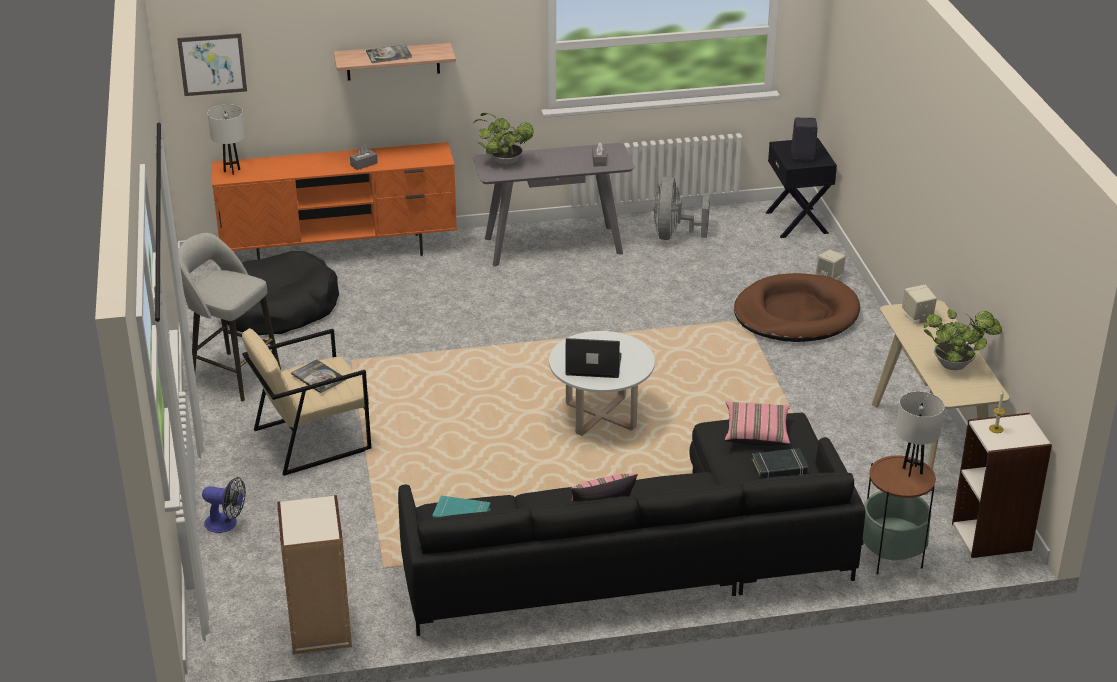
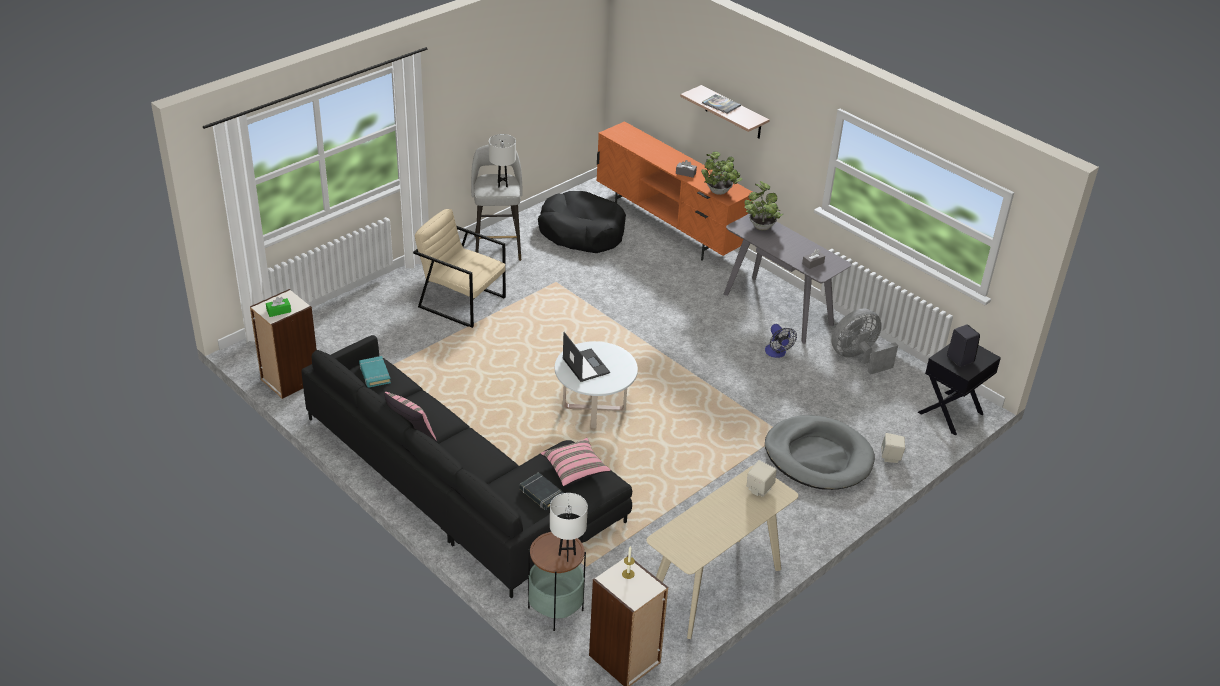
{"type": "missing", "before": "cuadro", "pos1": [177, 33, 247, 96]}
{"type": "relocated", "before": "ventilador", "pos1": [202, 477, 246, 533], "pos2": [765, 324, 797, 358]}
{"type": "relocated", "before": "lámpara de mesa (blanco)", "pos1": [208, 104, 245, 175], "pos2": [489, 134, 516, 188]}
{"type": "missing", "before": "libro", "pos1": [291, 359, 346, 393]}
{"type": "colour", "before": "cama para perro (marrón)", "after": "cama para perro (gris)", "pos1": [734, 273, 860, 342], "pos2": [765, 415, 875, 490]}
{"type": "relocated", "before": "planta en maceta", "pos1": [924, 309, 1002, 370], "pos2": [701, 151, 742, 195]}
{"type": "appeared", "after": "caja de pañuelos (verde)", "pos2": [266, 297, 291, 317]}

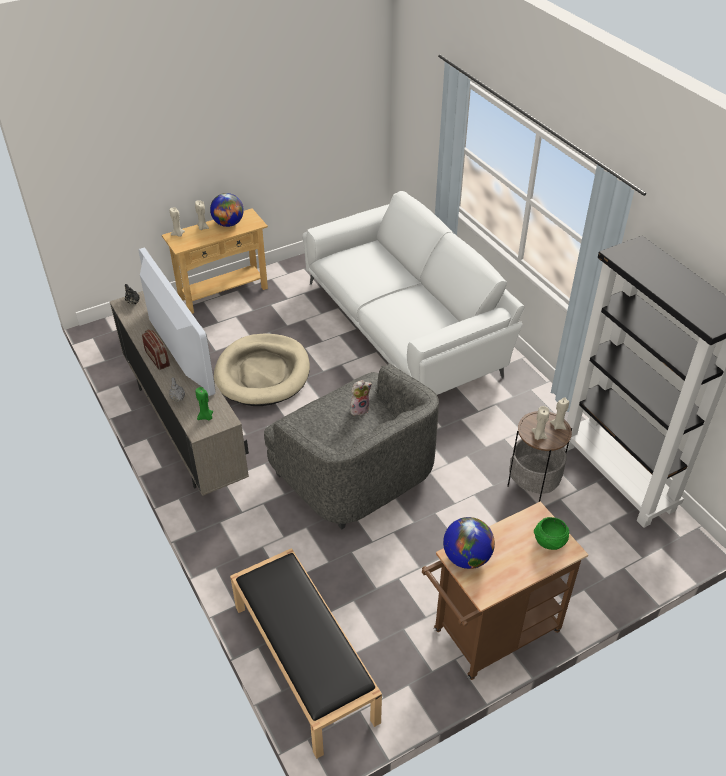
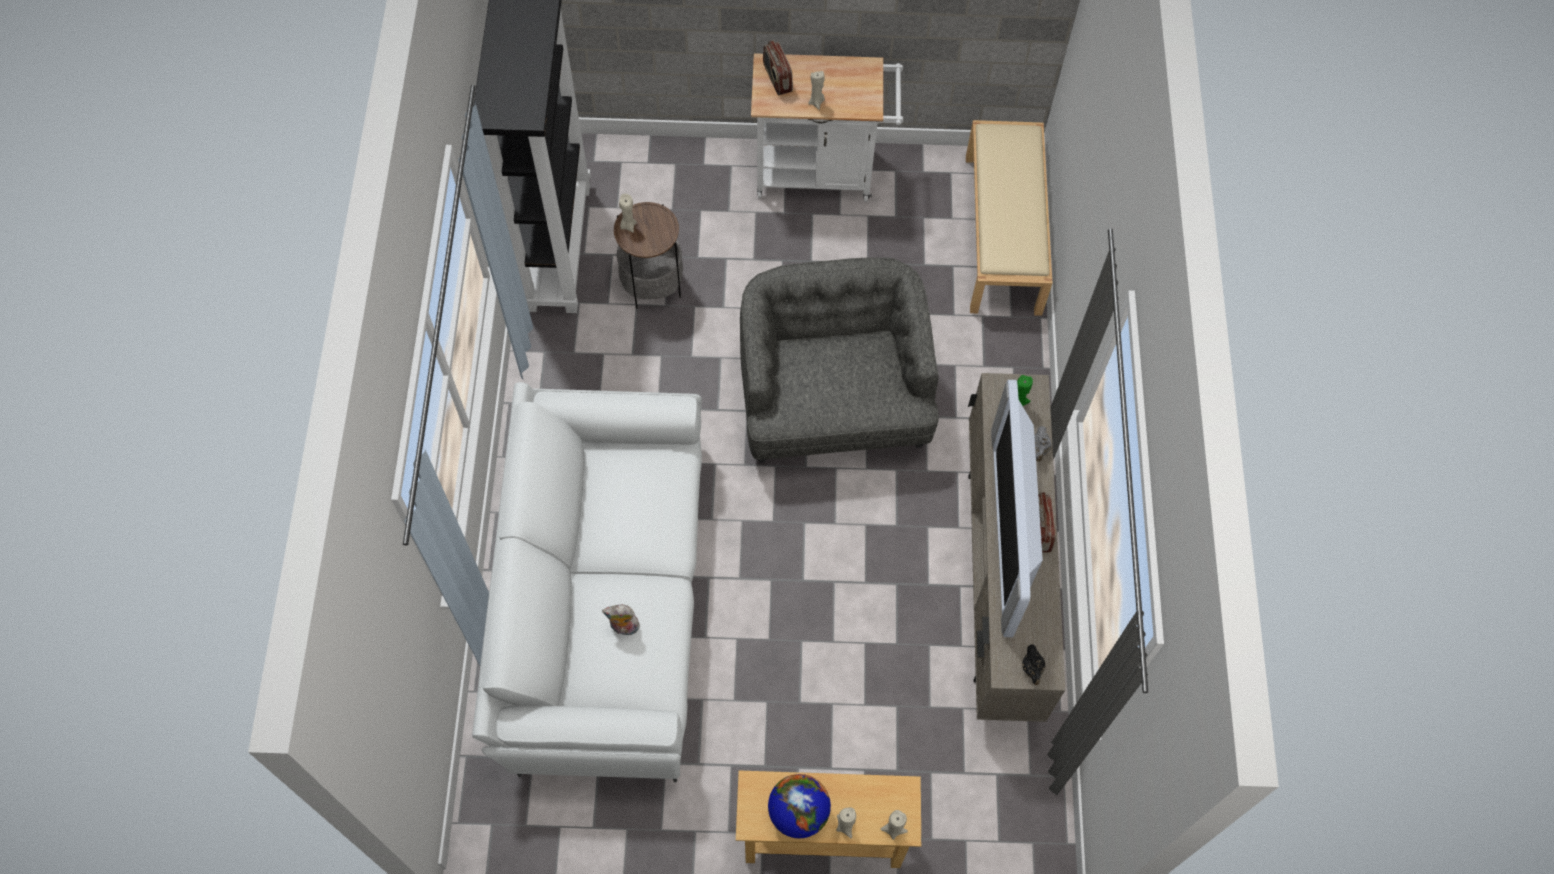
{"type": "missing", "before": "cama para perro (beis)", "pos1": [214, 333, 310, 406]}
{"type": "colour", "before": "banco (negro)", "after": "banco (beis)", "pos1": [230, 548, 382, 759], "pos2": [966, 120, 1052, 316]}
{"type": "relocated", "before": "peluche", "pos1": [350, 380, 372, 416], "pos2": [602, 605, 640, 636]}
{"type": "colour", "before": "carrito (marrón)", "after": "carrito (blanco)", "pos1": [422, 502, 589, 680], "pos2": [751, 53, 903, 202]}
{"type": "missing", "before": "globo terráqueo", "pos1": [443, 517, 495, 569]}
{"type": "relocated", "before": "vela (beis)", "pos1": [532, 406, 549, 440], "pos2": [808, 71, 825, 110]}
{"type": "exchanged", "before": "cuenco (verde)", "after": "radio", "pos1": [534, 517, 569, 550], "pos2": [763, 41, 793, 96]}

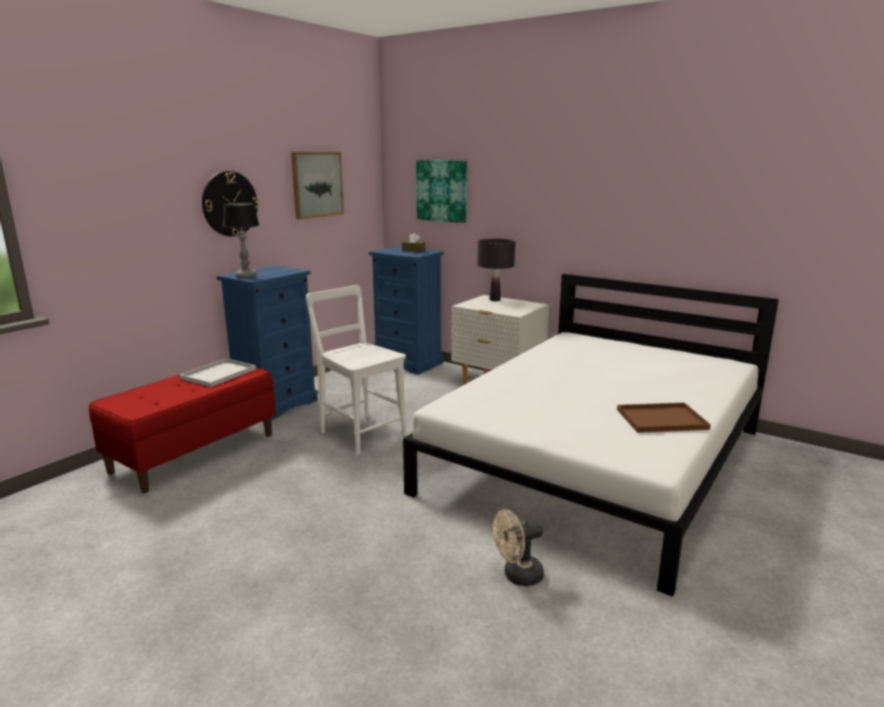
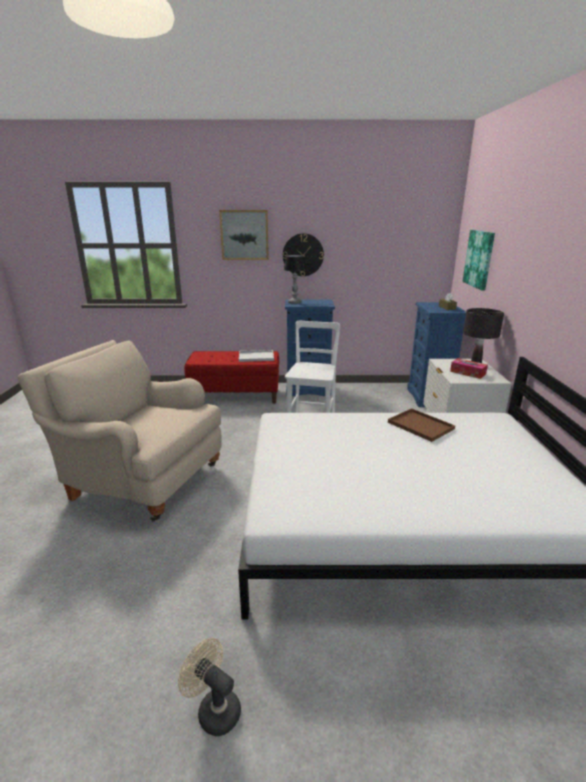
{"type": "relocated", "before": "cuadro", "pos1": [291, 152, 344, 219], "pos2": [219, 210, 269, 260]}
{"type": "relocated", "before": "ventilador (beis)", "pos1": [493, 509, 544, 586], "pos2": [178, 638, 241, 736]}
{"type": "relocated", "before": "bandeja (marrón)", "pos1": [617, 403, 711, 433], "pos2": [388, 408, 455, 442]}
{"type": "appeared", "after": "sillón (beis)", "pos2": [18, 340, 222, 522]}
{"type": "appeared", "after": "caja de pañuelos", "pos2": [450, 358, 488, 379]}

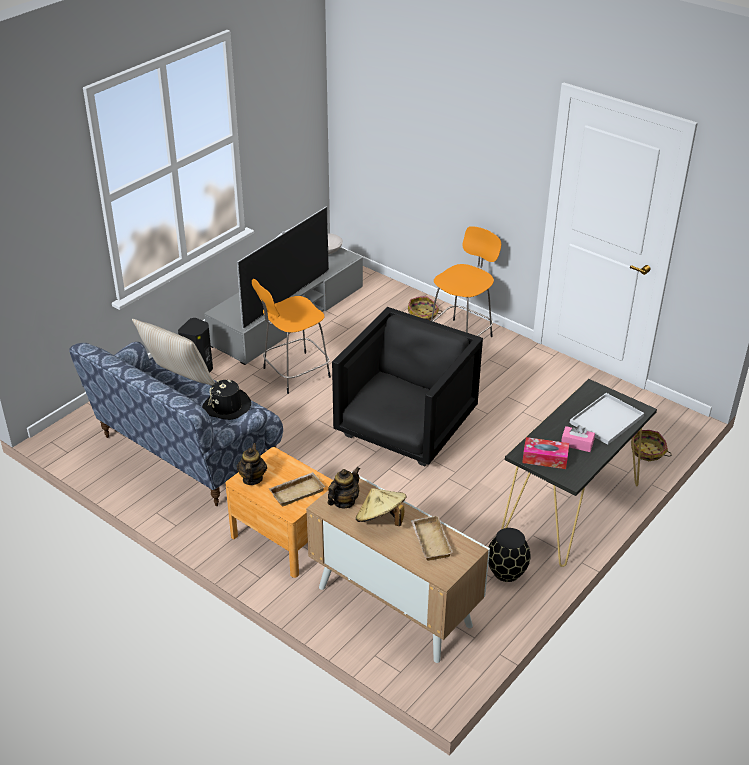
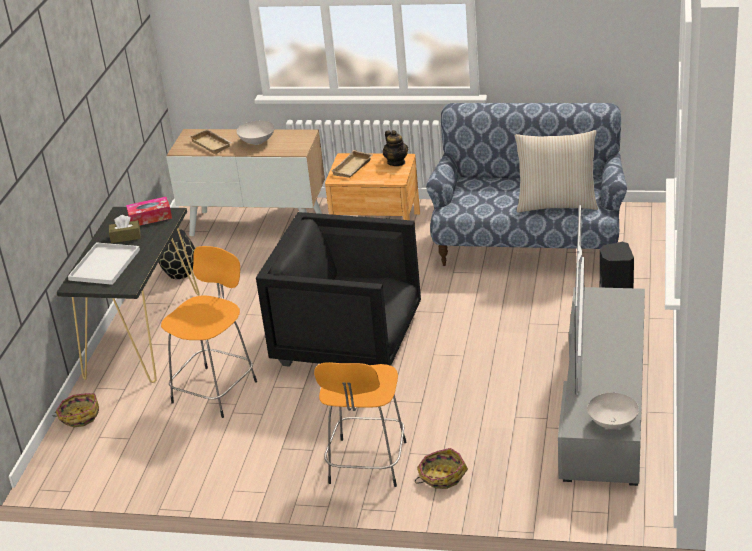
{"type": "missing", "before": "sombrero (negro)", "pos1": [202, 380, 251, 420]}
{"type": "relocated", "before": "taburete (naranja)", "pos1": [252, 279, 331, 394], "pos2": [161, 246, 257, 418]}
{"type": "missing", "before": "tetera", "pos1": [328, 467, 360, 509]}
{"type": "spun", "before": "sillón (negro)", "pos1": [332, 307, 483, 466], "pos2": [256, 212, 421, 367], "turn": 105}
{"type": "exchanged", "before": "sombrero (beis)", "after": "cuenco (blanco)", "pos1": [356, 488, 407, 526], "pos2": [236, 121, 275, 145]}
{"type": "colour", "before": "caja de pañuelos (rosa)", "after": "caja de pañuelos (marrón)", "pos1": [561, 425, 595, 452], "pos2": [109, 215, 141, 243]}

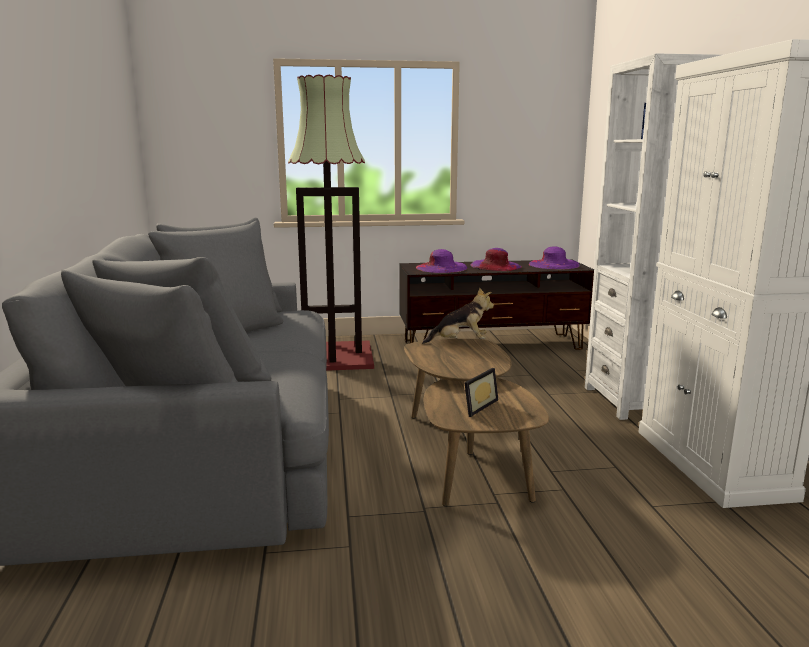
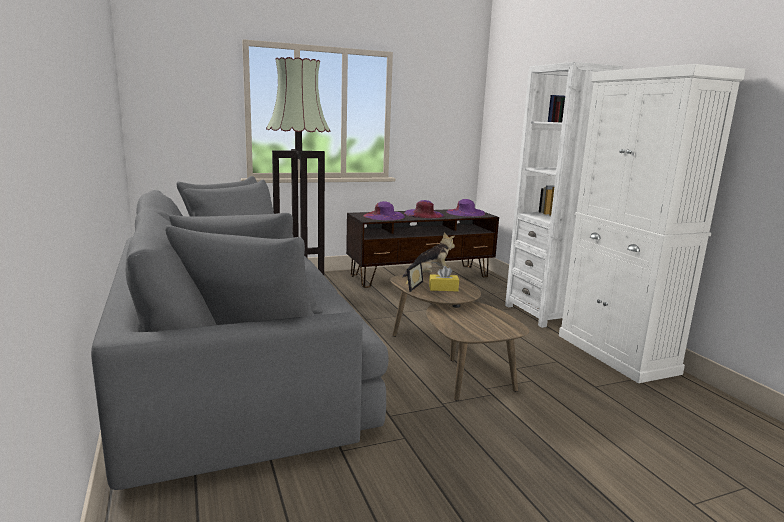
{"type": "relocated", "before": "portarretratos", "pos1": [464, 368, 498, 417], "pos2": [406, 261, 423, 292]}
{"type": "appeared", "after": "caja de pañuelos (amarillo)", "pos2": [429, 266, 459, 291]}

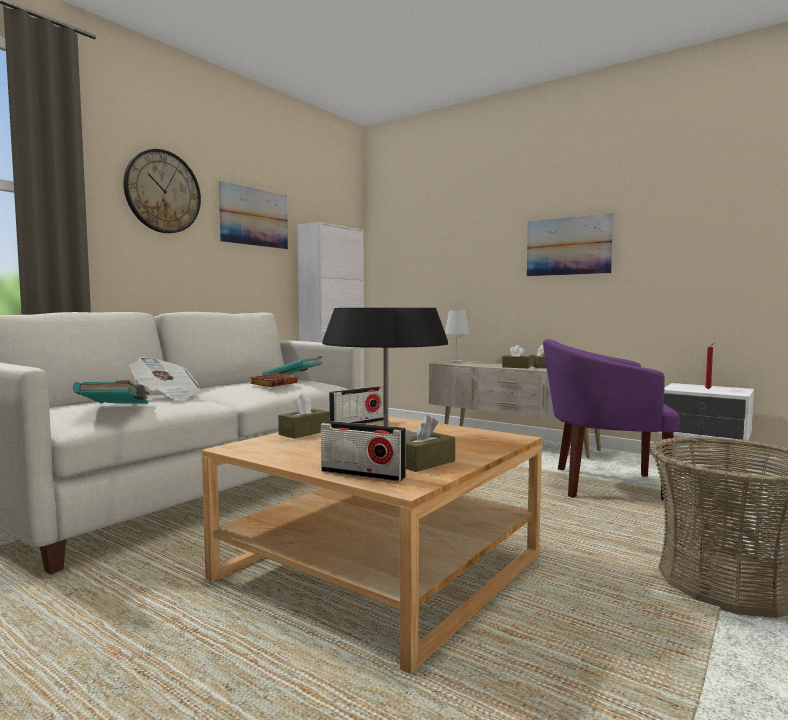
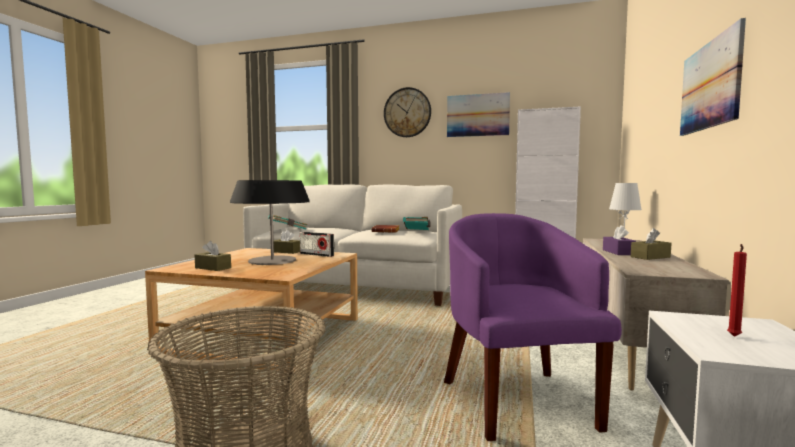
{"type": "missing", "before": "periódico", "pos1": [129, 357, 202, 400]}
{"type": "missing", "before": "radio", "pos1": [321, 421, 406, 482]}
{"type": "colour", "before": "caja de pañuelos (marrón)", "after": "caja de pañuelos (morado)", "pos1": [502, 345, 531, 368], "pos2": [603, 225, 636, 255]}

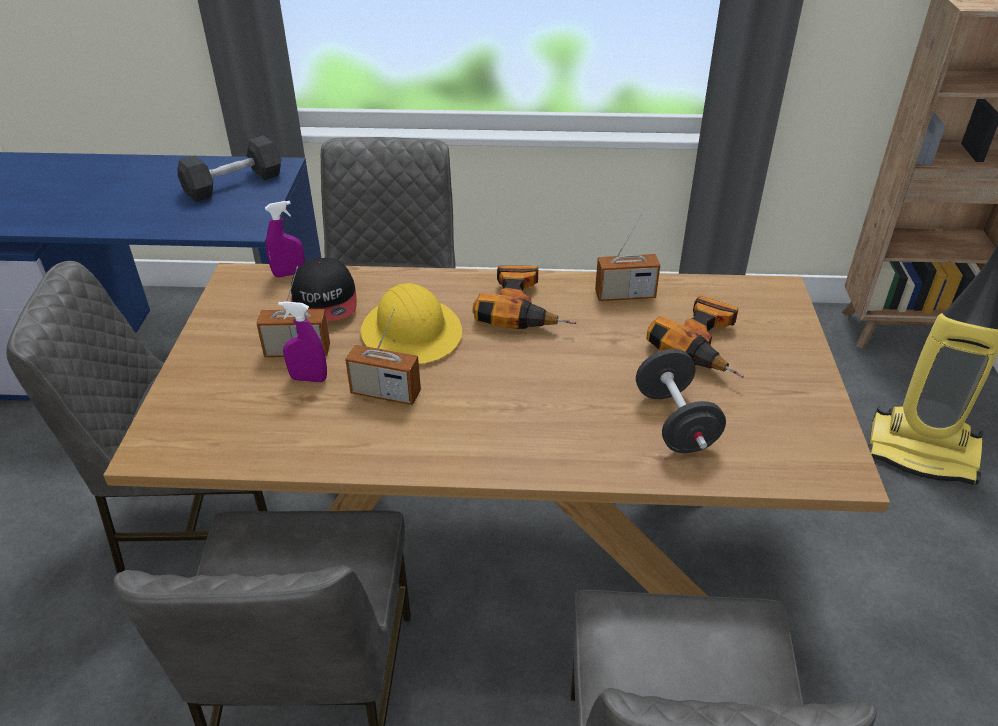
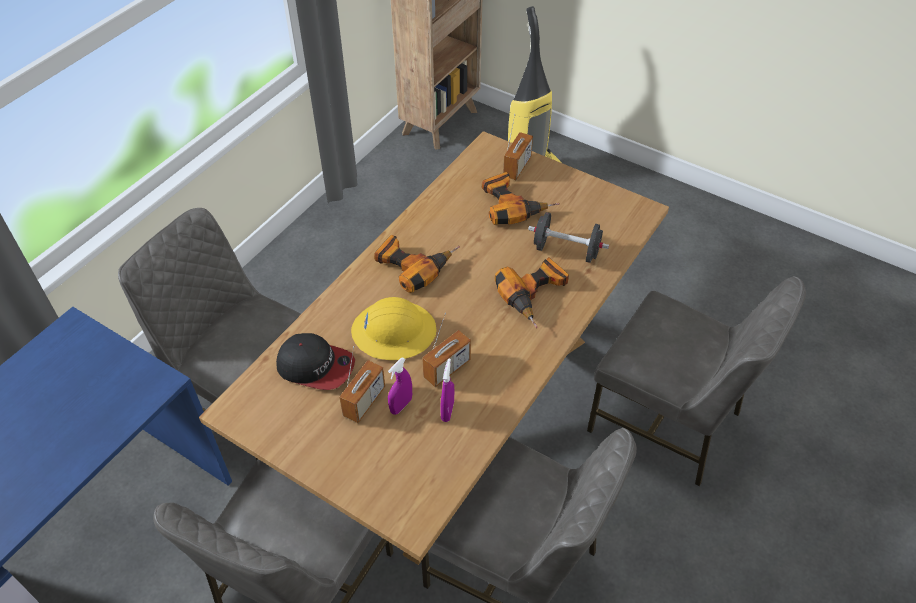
{"type": "missing", "before": "mancuerna (negro)", "pos1": [178, 135, 281, 202]}
{"type": "relocated", "before": "pulverizador (morado)", "pos1": [265, 201, 305, 278], "pos2": [440, 359, 454, 422]}
{"type": "relocated", "before": "radio", "pos1": [595, 214, 660, 301], "pos2": [503, 114, 533, 180]}
{"type": "appeared", "after": "taladro", "pos2": [495, 257, 569, 328]}

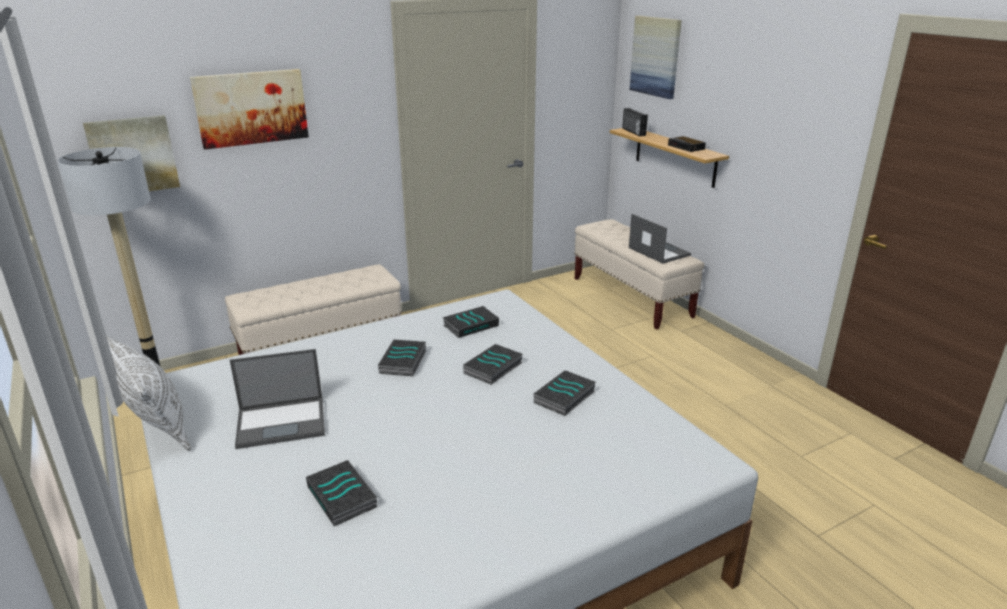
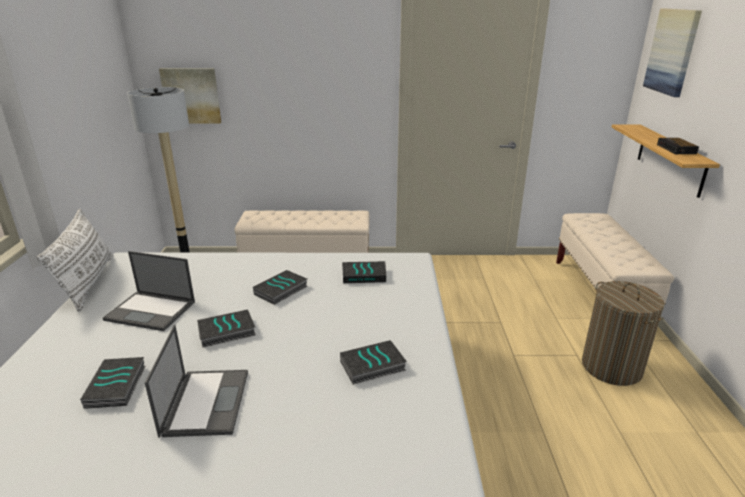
{"type": "missing", "before": "cuadro", "pos1": [190, 69, 309, 150]}
{"type": "relocated", "before": "libro", "pos1": [463, 344, 523, 385], "pos2": [197, 309, 255, 347]}
{"type": "missing", "before": "radio", "pos1": [622, 108, 648, 136]}
{"type": "relocated", "before": "portátil", "pos1": [629, 214, 691, 263], "pos2": [145, 325, 248, 437]}
{"type": "appeared", "after": "cesto de la ropa", "pos2": [582, 281, 664, 386]}

